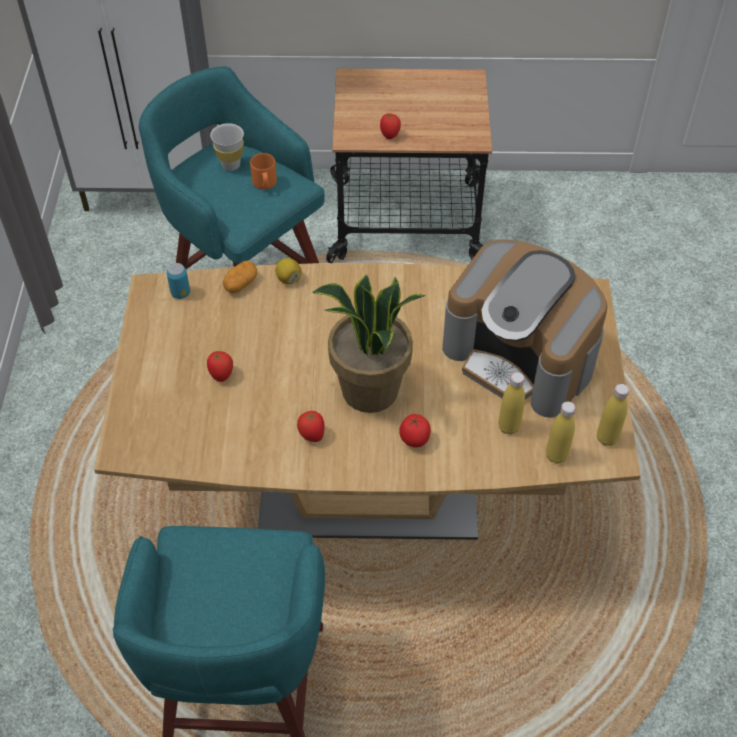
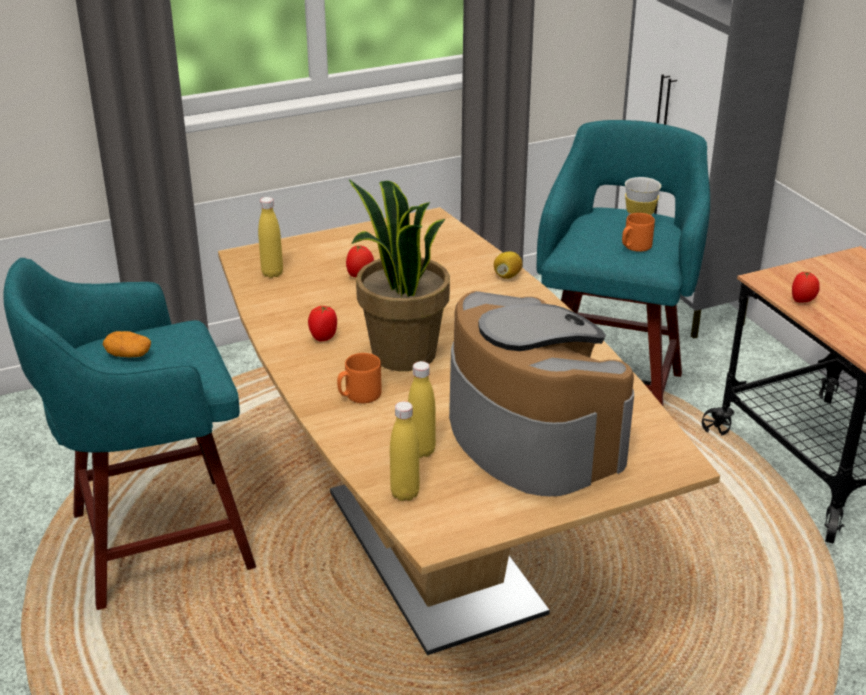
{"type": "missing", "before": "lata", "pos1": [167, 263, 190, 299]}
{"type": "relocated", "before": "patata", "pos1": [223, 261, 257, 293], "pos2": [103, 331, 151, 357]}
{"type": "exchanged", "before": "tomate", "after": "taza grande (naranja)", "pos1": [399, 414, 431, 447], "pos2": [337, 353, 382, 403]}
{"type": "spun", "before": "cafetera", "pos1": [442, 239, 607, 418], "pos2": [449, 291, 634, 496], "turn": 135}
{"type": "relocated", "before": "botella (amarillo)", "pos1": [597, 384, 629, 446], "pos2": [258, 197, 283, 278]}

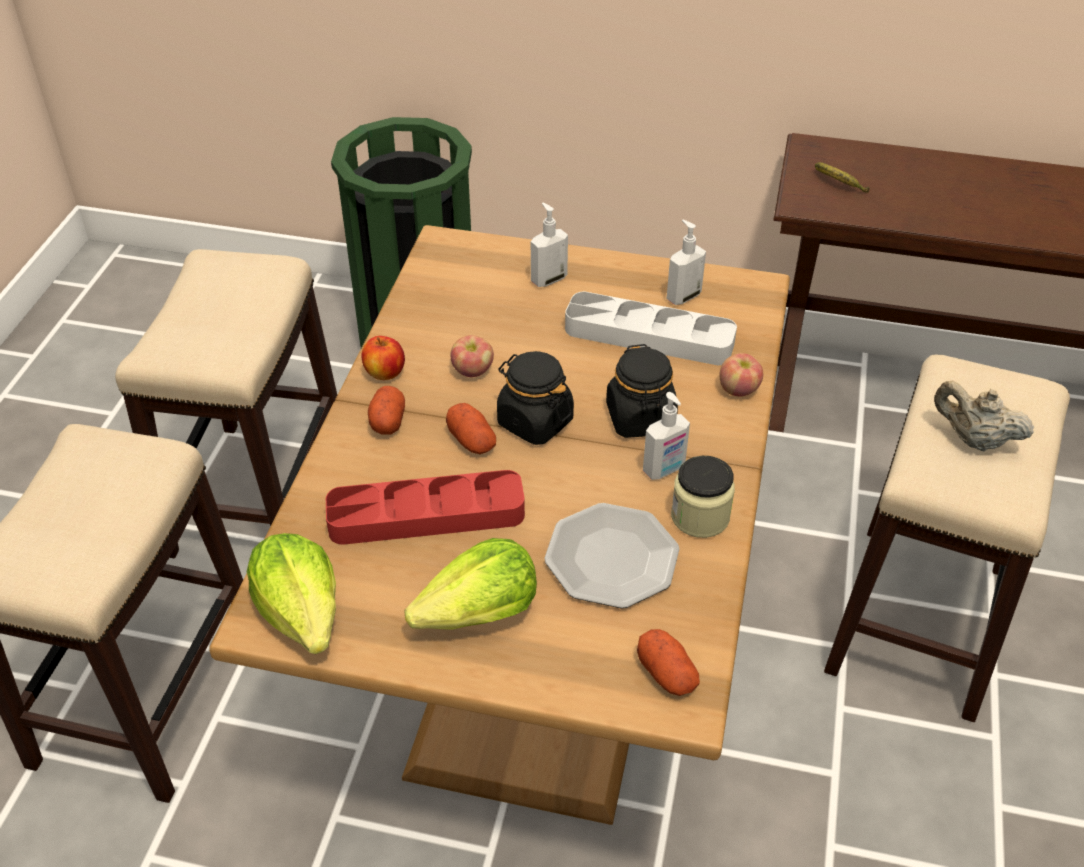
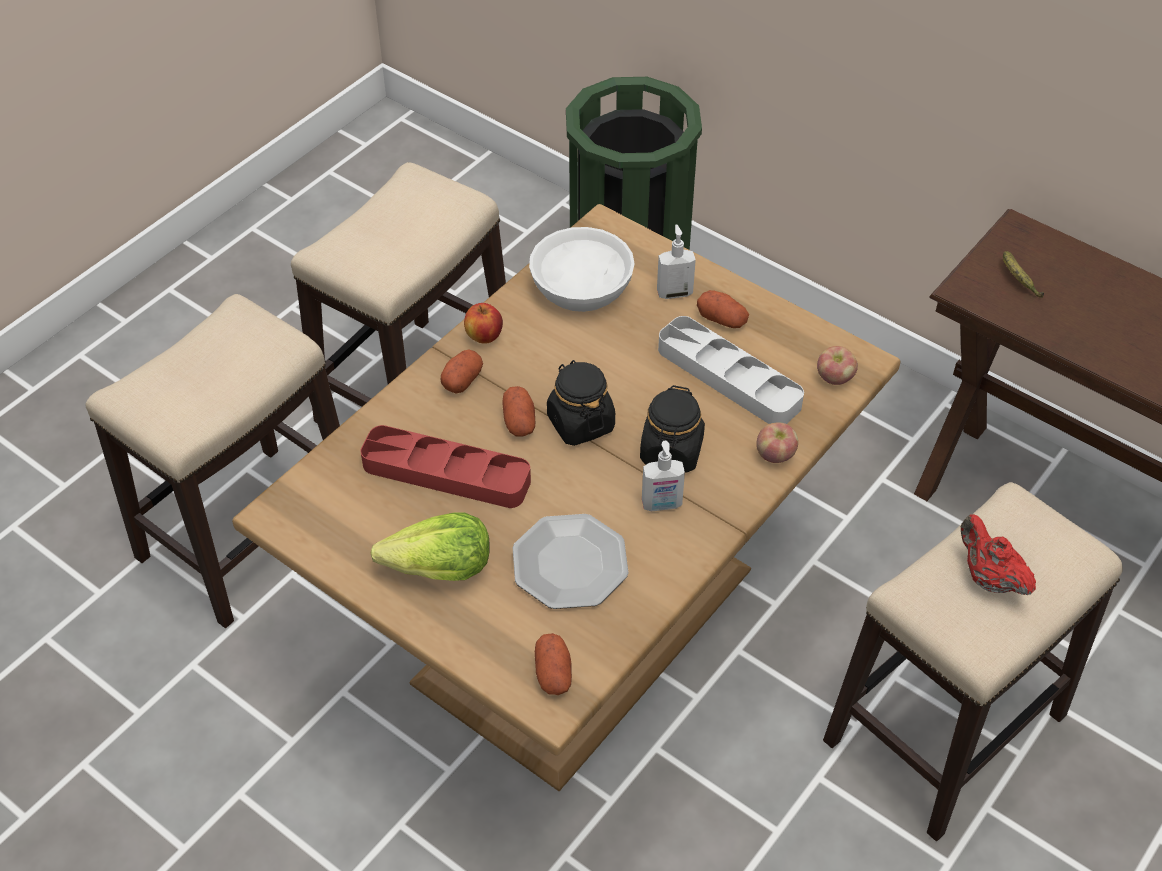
{"type": "missing", "before": "lechuga", "pos1": [247, 533, 336, 654]}
{"type": "relocated", "before": "manzana", "pos1": [451, 335, 494, 377], "pos2": [817, 346, 858, 385]}
{"type": "missing", "before": "dispensador de jabón", "pos1": [666, 220, 706, 305]}
{"type": "missing", "before": "tarro", "pos1": [671, 456, 735, 538]}
{"type": "colour", "before": "tetera (beis)", "after": "tetera (rojo)", "pos1": [934, 381, 1034, 451], "pos2": [961, 514, 1036, 595]}
{"type": "appeared", "after": "cuenco (blanco)", "pos2": [529, 227, 635, 312]}
{"type": "appeared", "after": "patata", "pos2": [697, 290, 749, 328]}

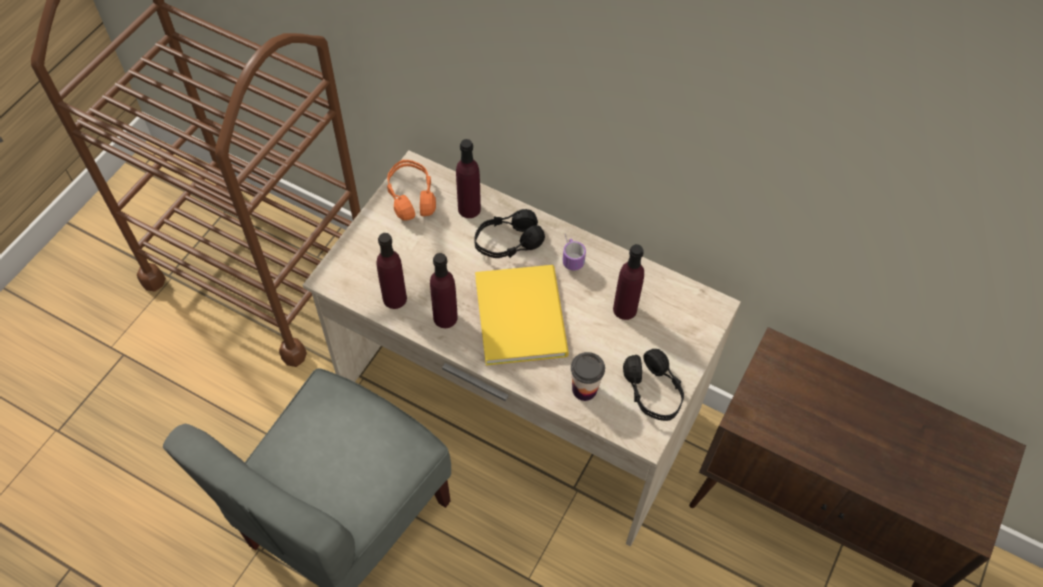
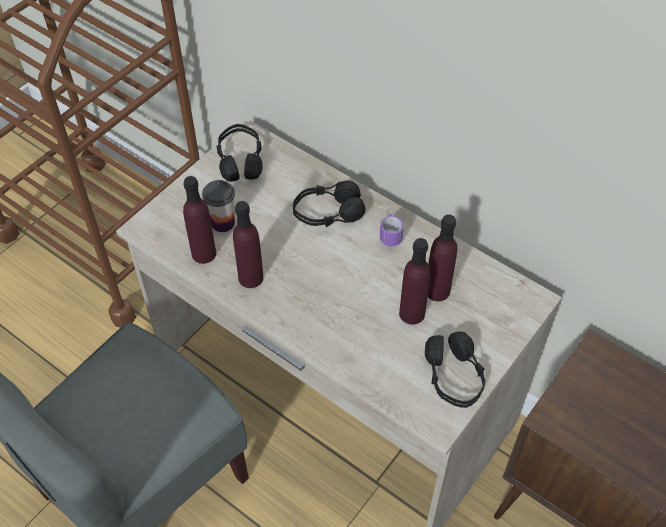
{"type": "colour", "before": "auriculares (naranja)", "after": "auriculares (negro)", "pos1": [387, 160, 436, 221], "pos2": [216, 124, 263, 182]}
{"type": "relocated", "before": "botella (morado)", "pos1": [456, 139, 481, 218], "pos2": [399, 238, 431, 325]}
{"type": "missing", "before": "libro (amarillo)", "pos1": [475, 265, 569, 365]}
{"type": "relocated", "before": "taza", "pos1": [571, 352, 605, 401], "pos2": [202, 180, 235, 232]}

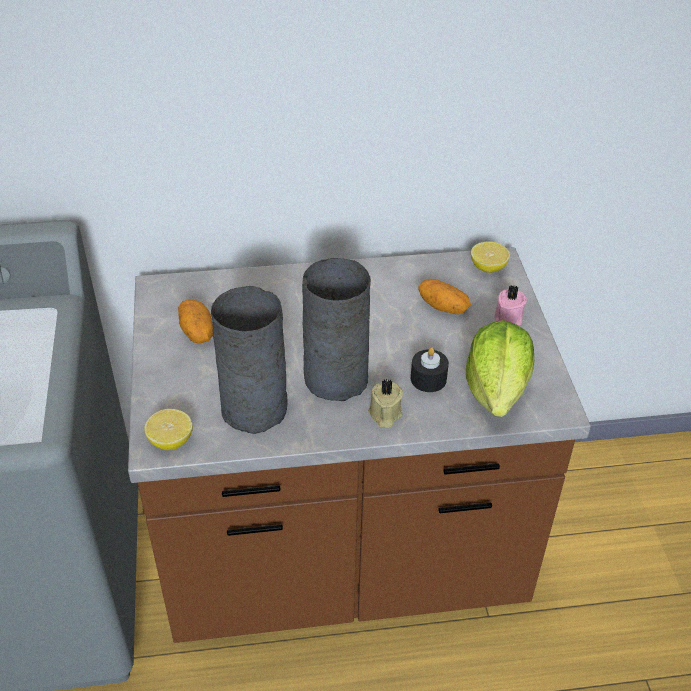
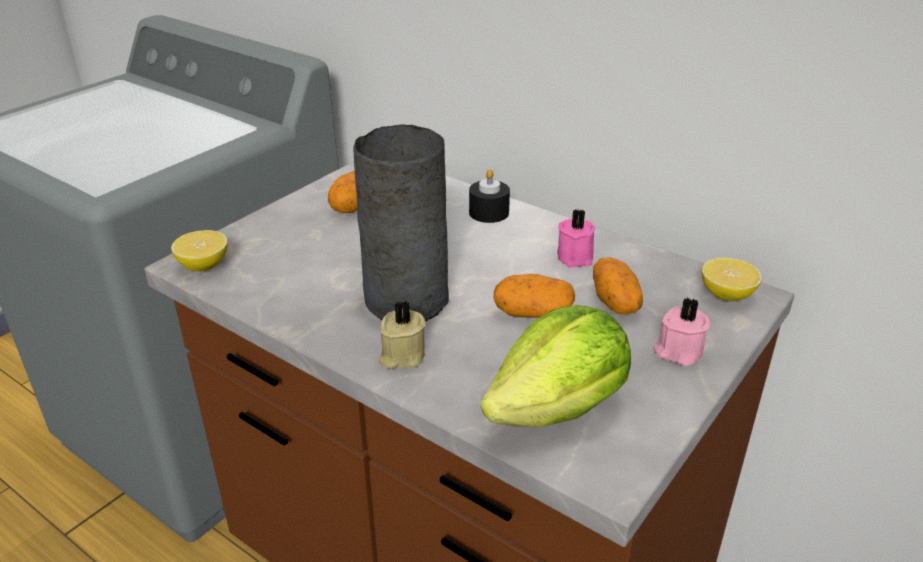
{"type": "missing", "before": "florero (gris)", "pos1": [211, 286, 288, 434]}
{"type": "relocated", "before": "vela (negro)", "pos1": [411, 347, 449, 392], "pos2": [469, 169, 510, 223]}
{"type": "appeared", "after": "patata", "pos2": [493, 274, 575, 318]}
{"type": "appeared", "after": "vela (rosa)", "pos2": [557, 209, 595, 268]}

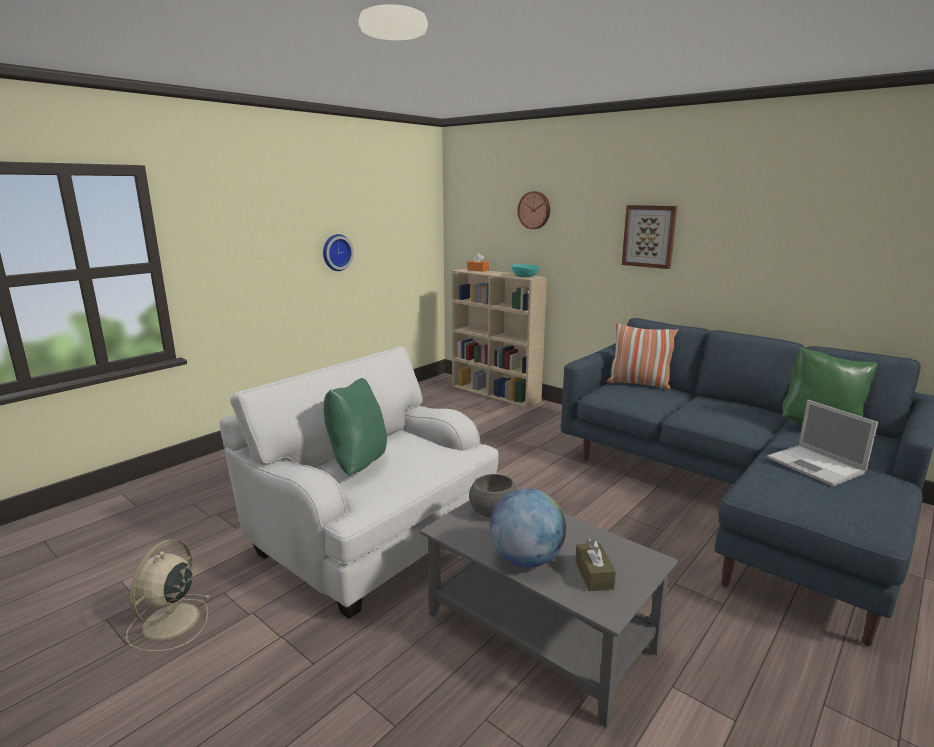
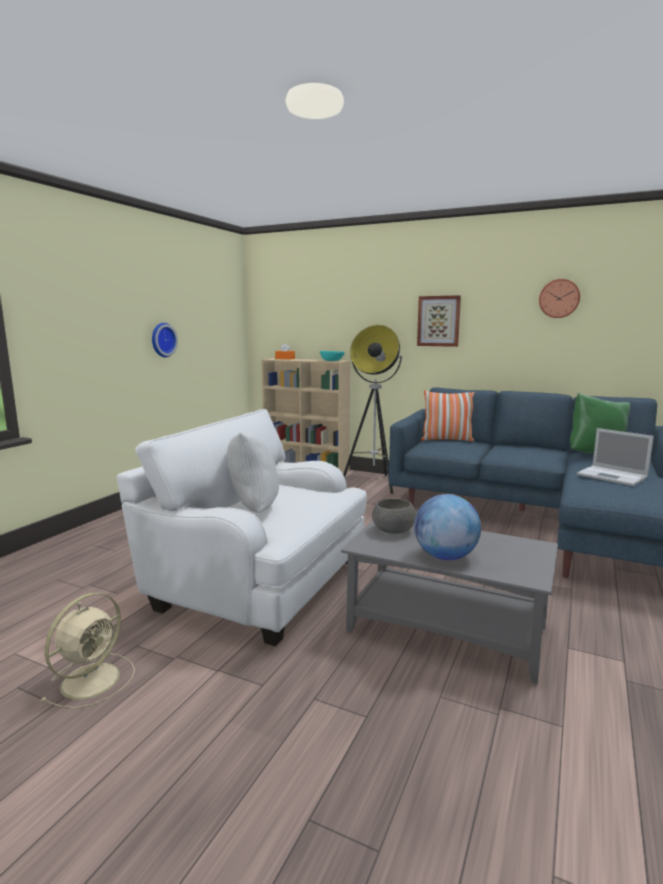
{"type": "spun", "before": "ventilador (beis)", "pos1": [126, 539, 211, 652], "pos2": [40, 593, 135, 709], "turn": -150}
{"type": "colour", "before": "cojín (verde)", "after": "cojín (blanco)", "pos1": [323, 378, 387, 476], "pos2": [227, 431, 279, 513]}
{"type": "relocated", "before": "reloj de pared", "pos1": [517, 191, 550, 229], "pos2": [539, 279, 580, 318]}
{"type": "missing", "before": "caja de pañuelos (marrón)", "pos1": [576, 539, 616, 591]}
{"type": "appeared", "after": "lámpara de pie", "pos2": [343, 325, 402, 494]}

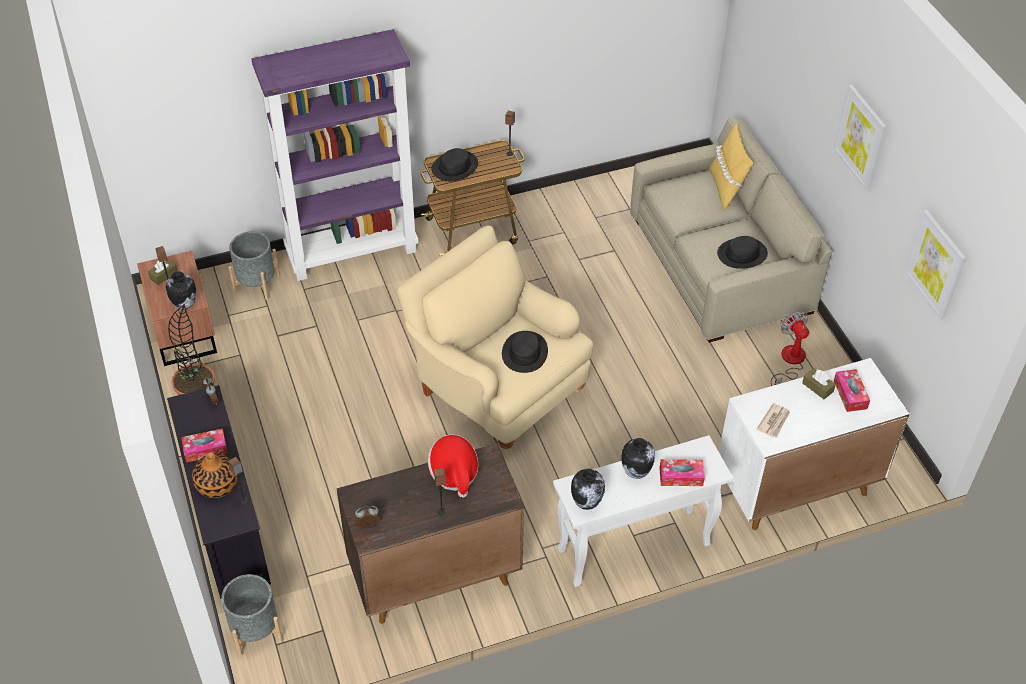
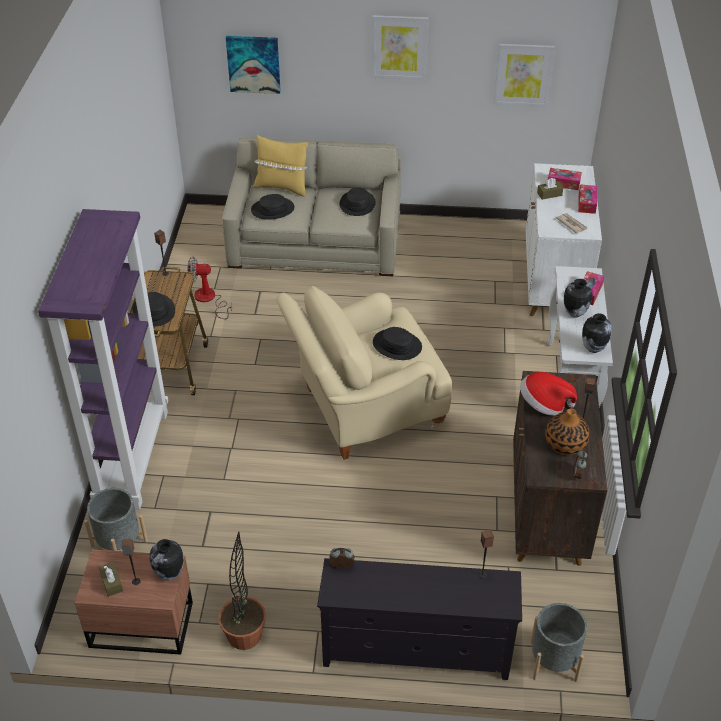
{"type": "relocated", "before": "caja de pañuelos", "pos1": [181, 429, 228, 462], "pos2": [578, 184, 597, 214]}
{"type": "relocated", "before": "florero", "pos1": [192, 452, 238, 498], "pos2": [545, 408, 590, 455]}
{"type": "relocated", "before": "ventilador", "pos1": [771, 311, 809, 386], "pos2": [188, 257, 232, 319]}
{"type": "appeared", "after": "cuadro", "pos2": [226, 36, 281, 94]}
{"type": "appeared", "after": "sombrero (negro)", "pos2": [251, 194, 294, 220]}

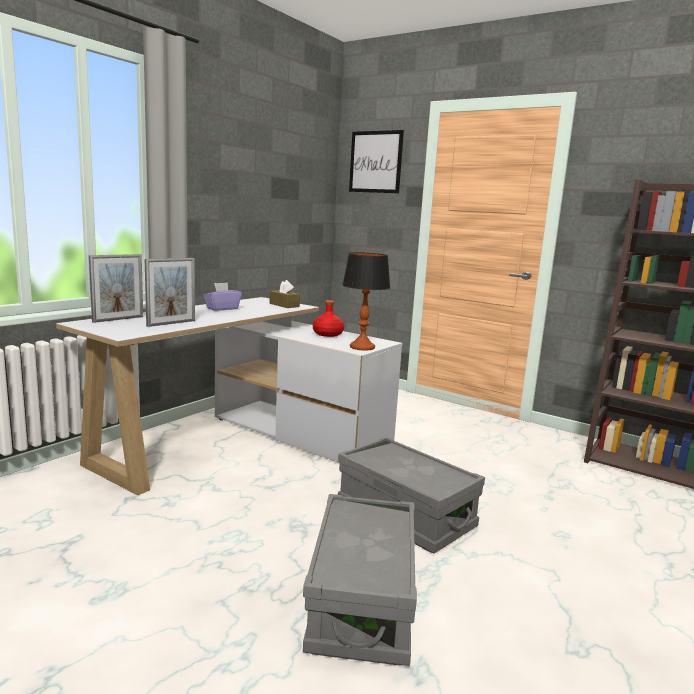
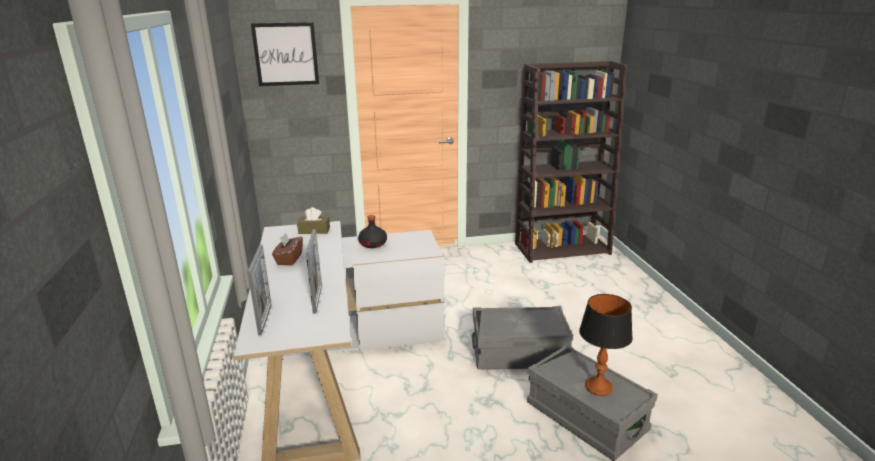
{"type": "colour", "before": "caja de pañuelos (morado)", "after": "caja de pañuelos (marrón)", "pos1": [203, 282, 242, 311], "pos2": [272, 233, 303, 265]}
{"type": "colour", "before": "botella (rojo)", "after": "botella (negro)", "pos1": [313, 300, 344, 337], "pos2": [358, 215, 387, 248]}
{"type": "relocated", "before": "lámpara de mesa", "pos1": [342, 252, 390, 351], "pos2": [579, 294, 633, 396]}

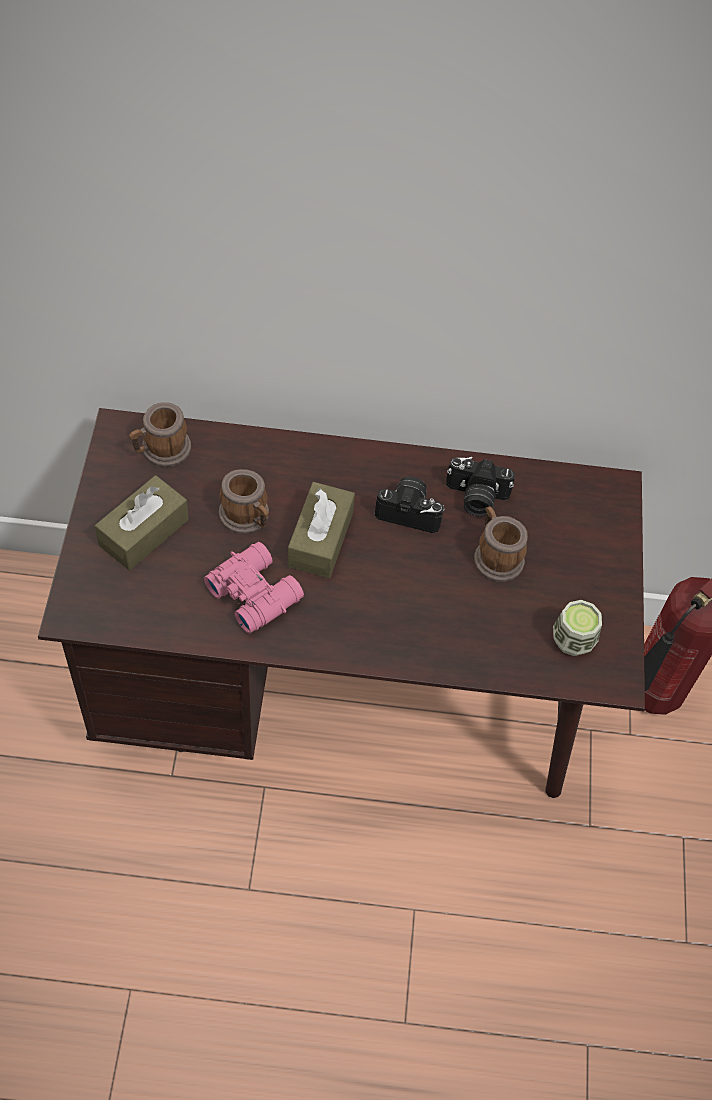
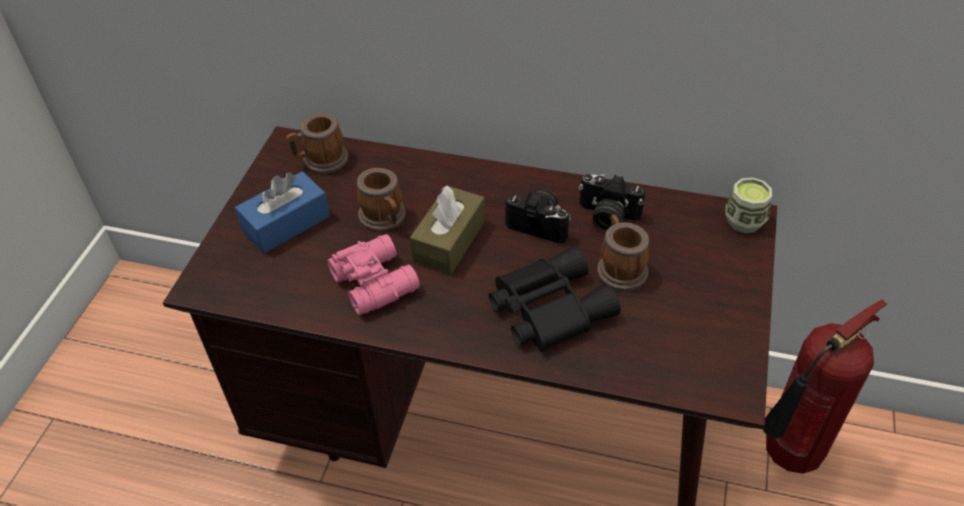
{"type": "colour", "before": "caja de pañuelos (marrón)", "after": "caja de pañuelos (azul)", "pos1": [95, 475, 189, 570], "pos2": [235, 171, 330, 254]}
{"type": "relocated", "before": "taza", "pos1": [553, 600, 602, 656], "pos2": [726, 177, 772, 233]}
{"type": "appeared", "after": "prismáticos (negro)", "pos2": [489, 245, 620, 352]}

